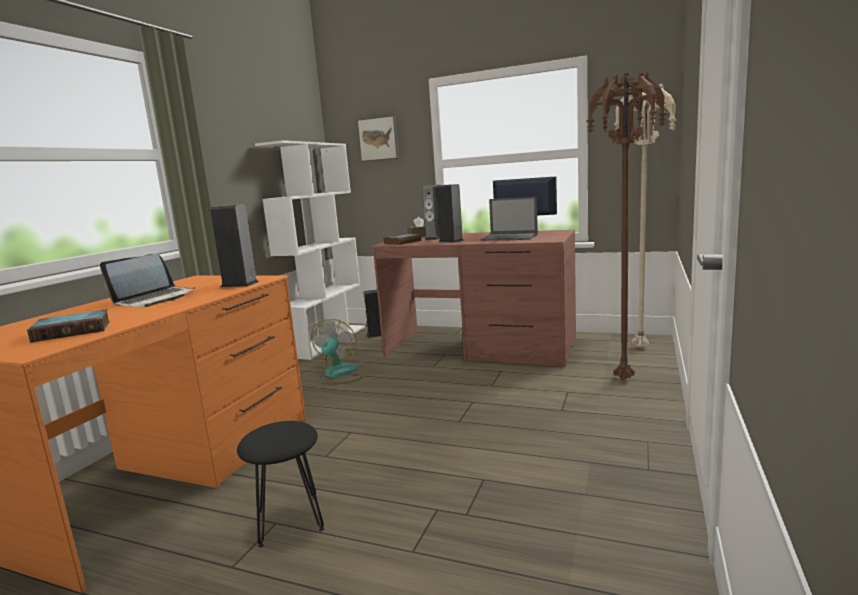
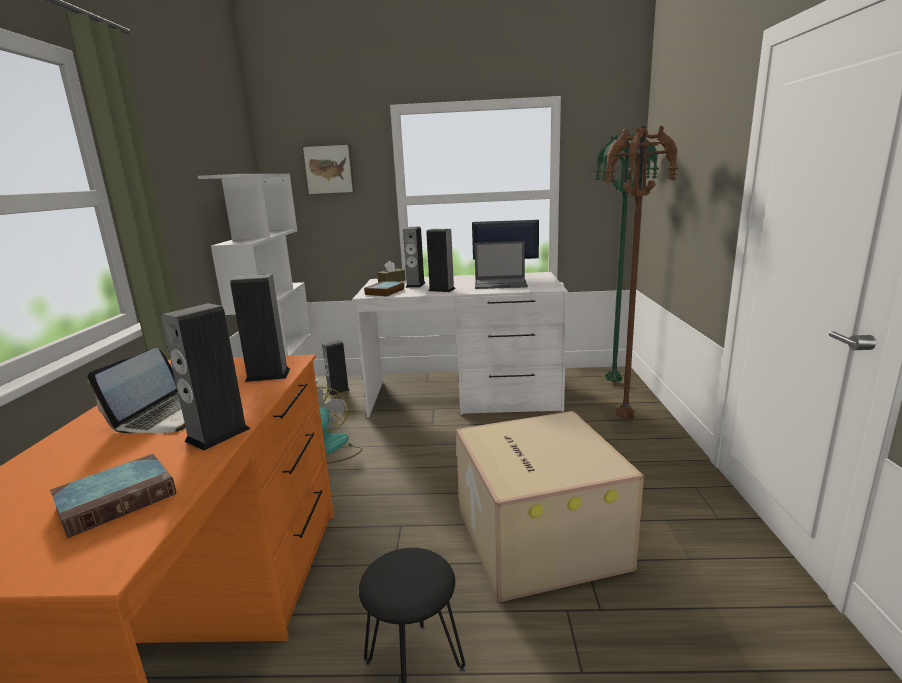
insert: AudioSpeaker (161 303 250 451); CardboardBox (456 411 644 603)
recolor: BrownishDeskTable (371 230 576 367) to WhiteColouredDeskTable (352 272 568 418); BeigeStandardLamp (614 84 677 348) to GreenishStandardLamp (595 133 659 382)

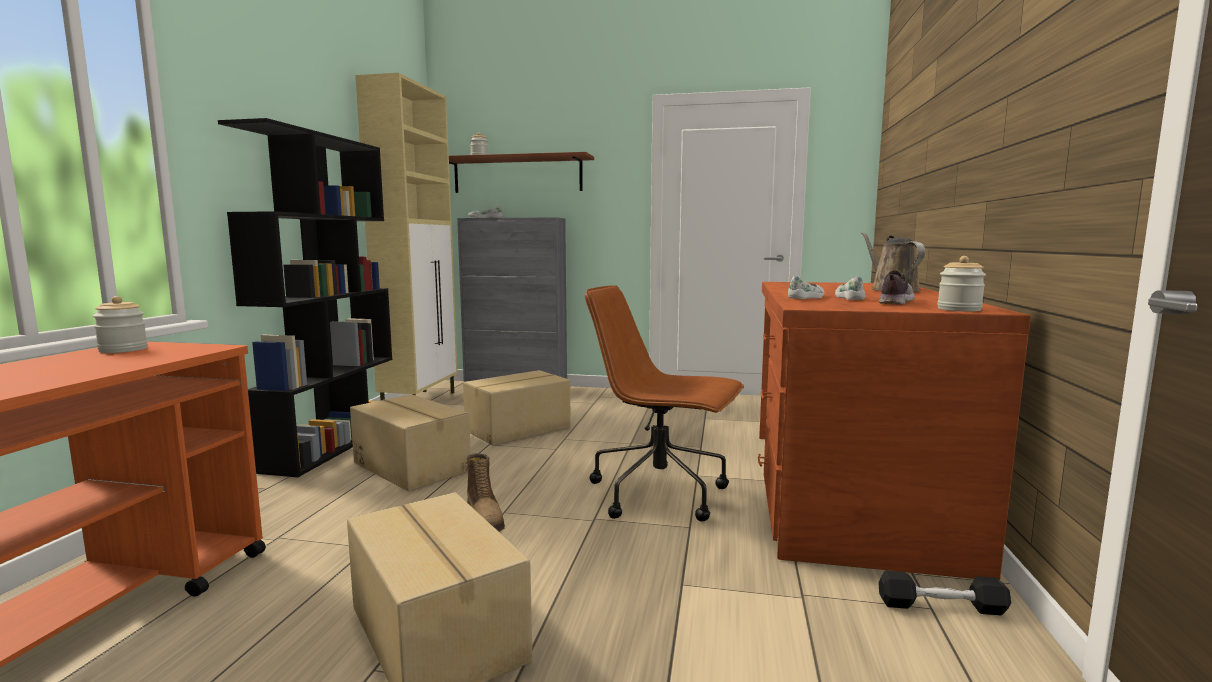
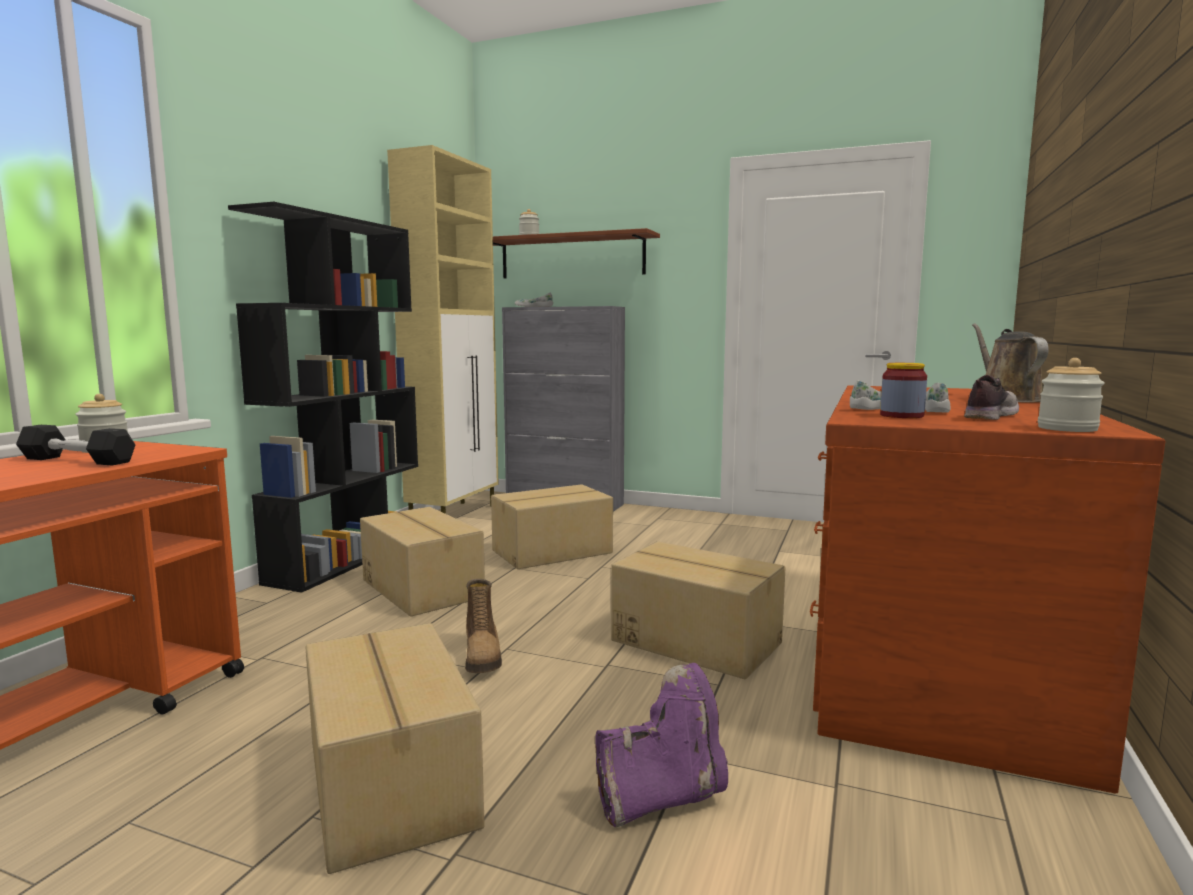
insert: PurplishTallBoot (595 663 728 828); PreserveJar (880 363 927 418)
move: BlackishHandWeight (879 570 1011 615) to (16 425 135 465)
replace: BrownishComputerChair (585 285 744 522) to CardboardBox (611 541 786 679)

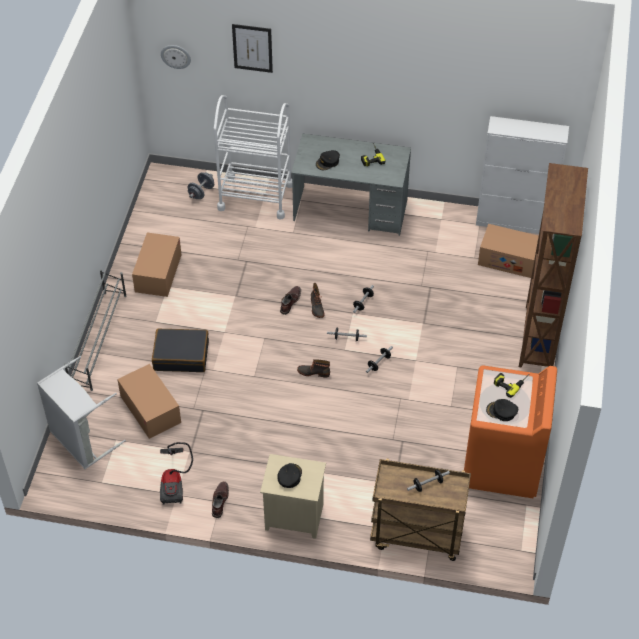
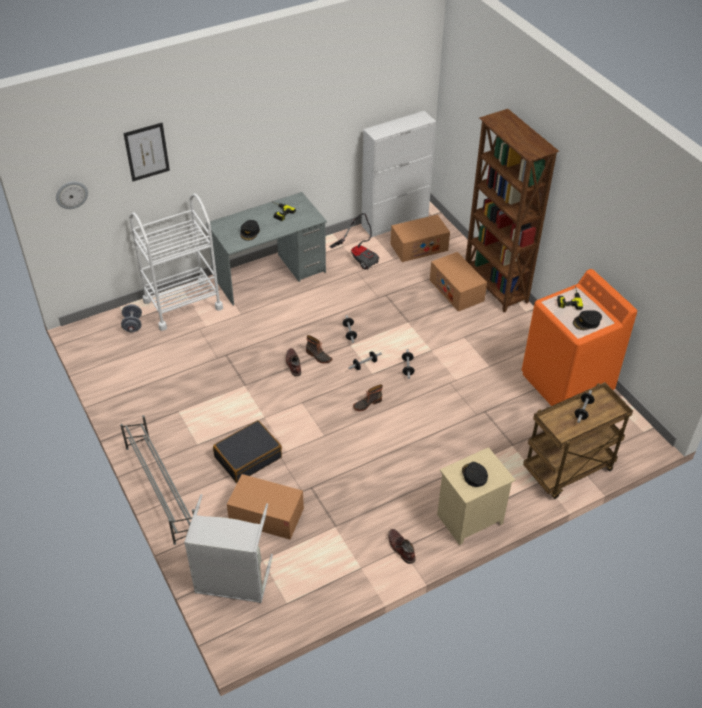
move: CardboardBox (132 232 182 297) to (430 252 487 312); VacuumCleaner (160 442 193 505) to (329 213 379 270)

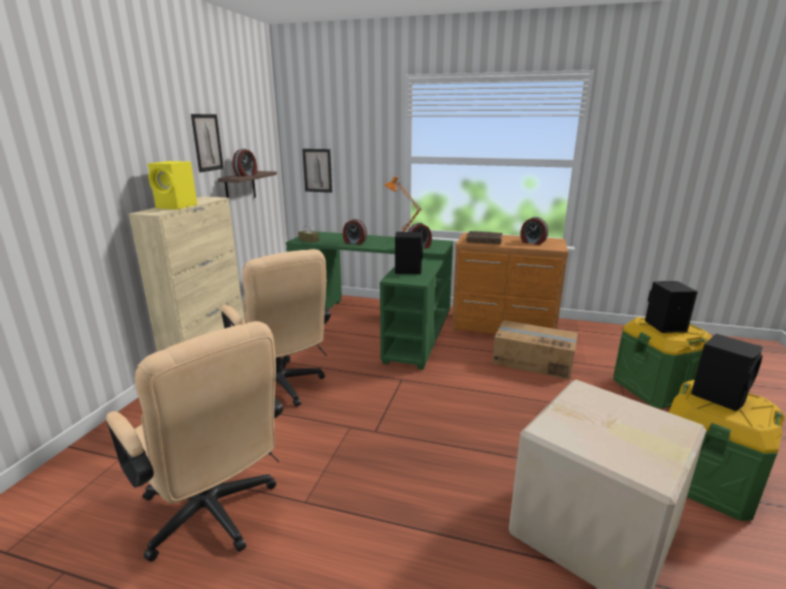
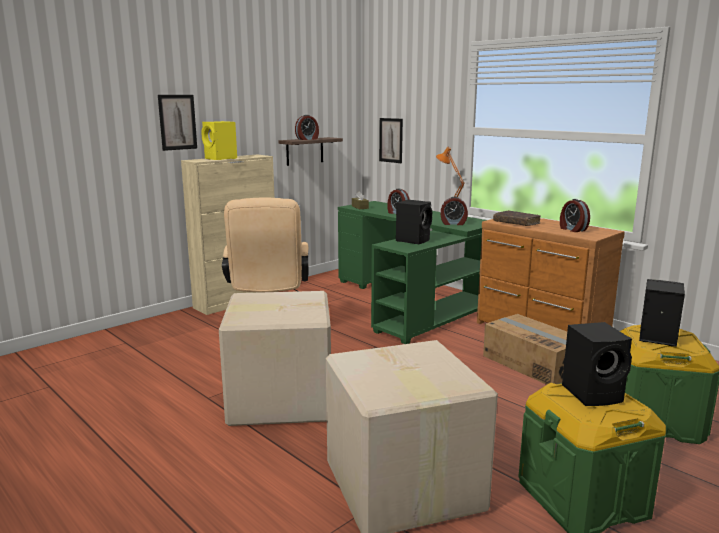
delete: BeigeComputerChair (106 321 283 562)
insert: CardboardBox (219 291 331 426)
move: WallPicture (191 114 224 172) to (158 95 197 151)

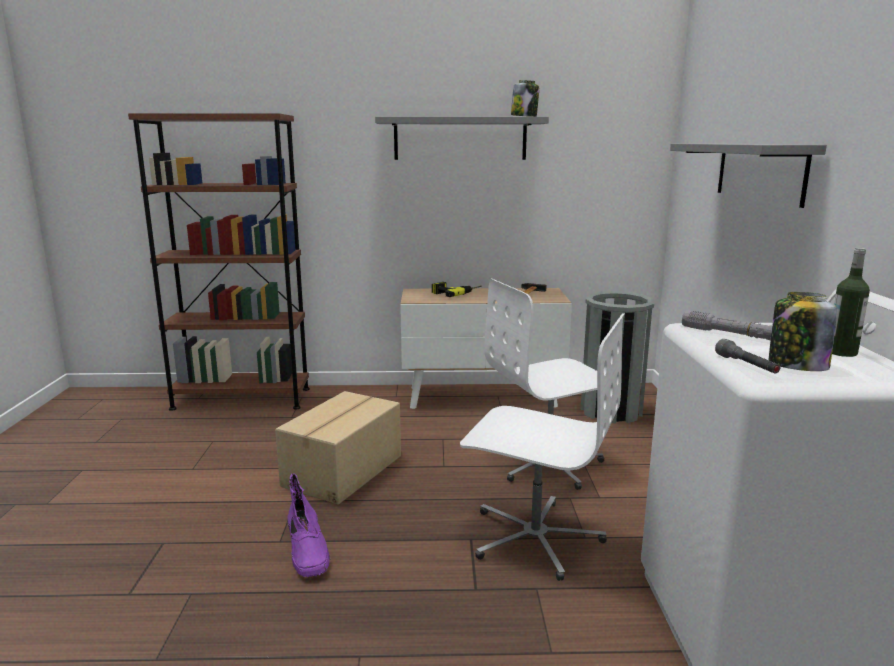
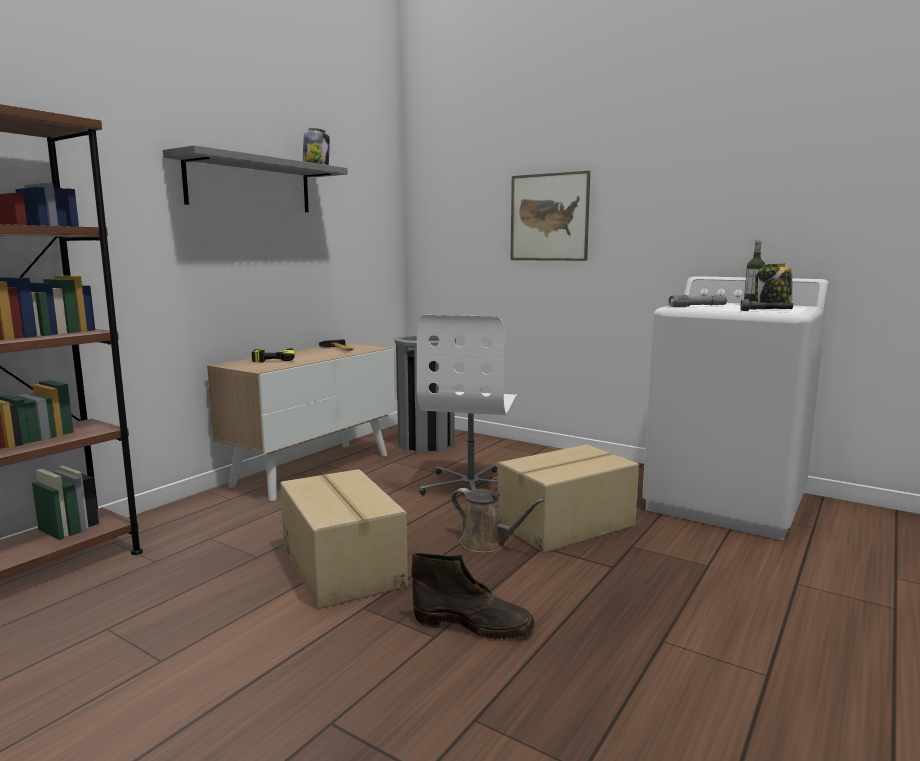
insert: BrownishWateringPot (451 488 545 553)
replace: WhiteColouredComputerChair (460 313 625 581) to CardboardBox (498 444 639 553); GrayBracketShelf (670 144 827 208) to WallPicture (511 171 590 261)
recolor: PurplishTallBoot (287 474 331 577) to BrownishTallBoot (411 553 534 639)

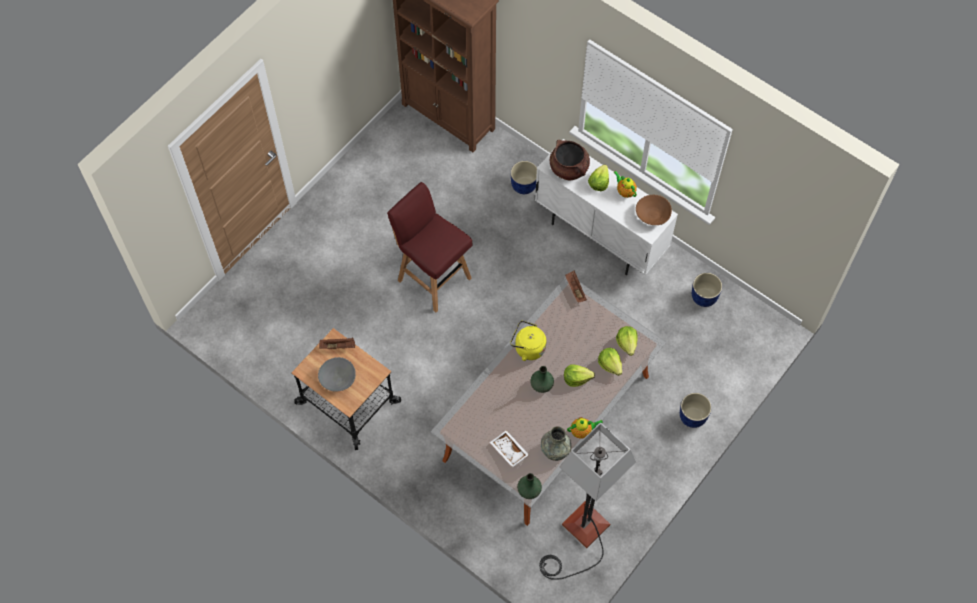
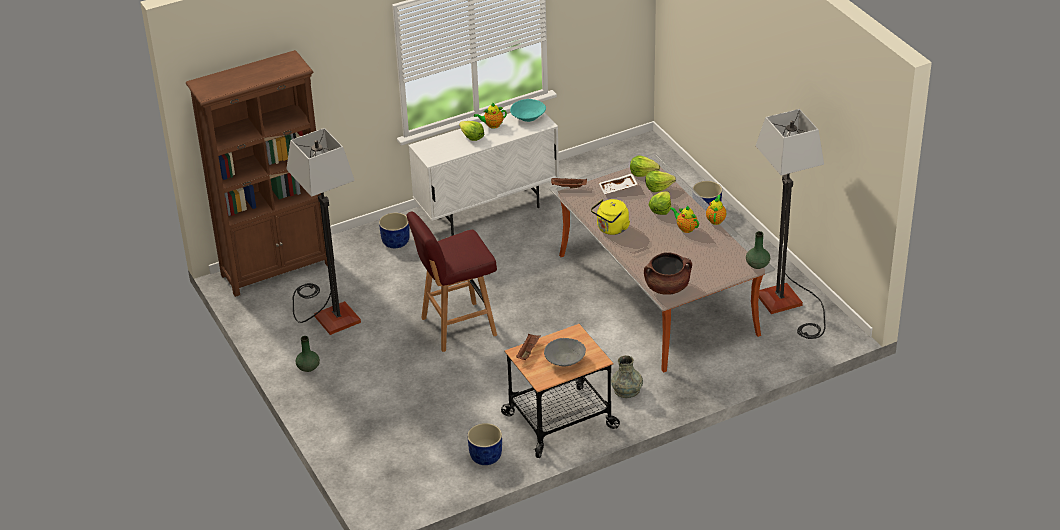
insert: StandardLamp (286 128 361 335); PotForTea (670 205 699 233)
move: WhiteColouredCarryingTray (490 430 529 468) to (599 173 638 194); GreenishVase (530 366 554 393) to (296 336 320 372); GrayVase (541 426 571 461) to (611 355 643 398); BrownishStockpot (550 140 590 180) to (644 252 692 295); BlueColouredPlanter (692 273 722 307) to (467 423 502 465)
recolor: BrownishDeepDish (636 195 672 225) to TurquoiseDeepDish (510 99 546 122)

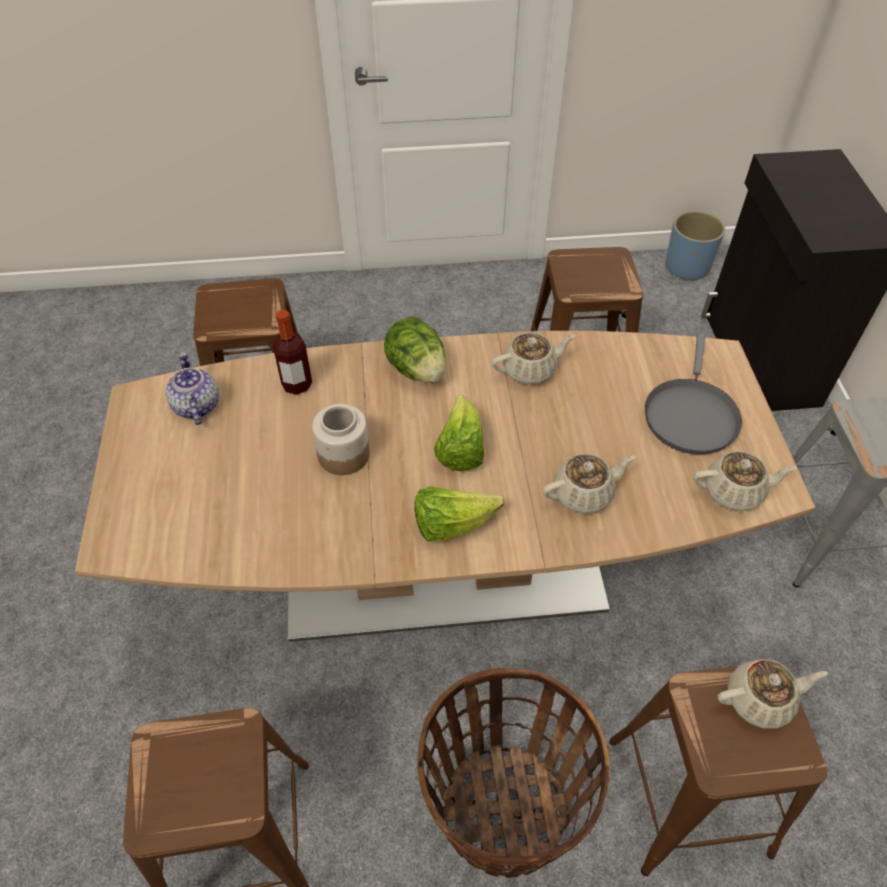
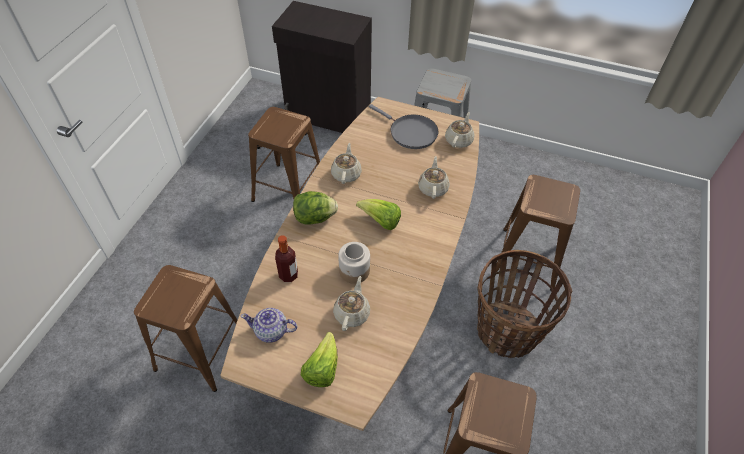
delete: BlueColouredPlanter (665 211 725 281)
move: LettuceHead (414 486 504 542) to (301 332 338 387); BeigePotForTea (718 659 828 729) to (333 276 370 331)

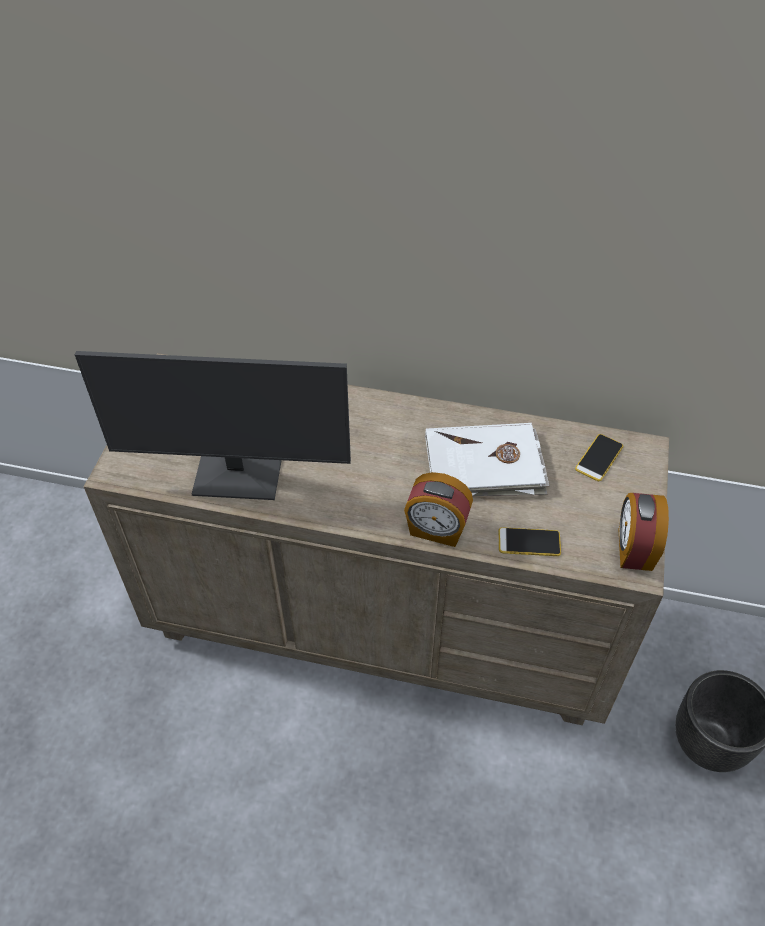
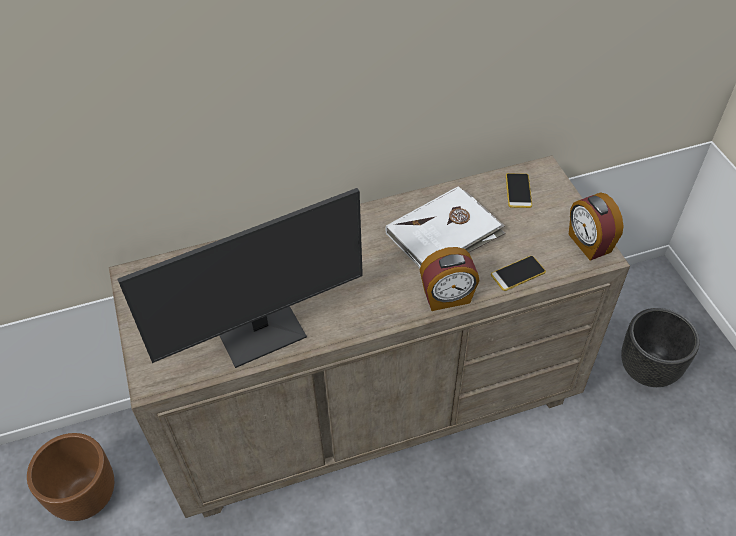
insert: BrownishPlanter (27 433 114 521)

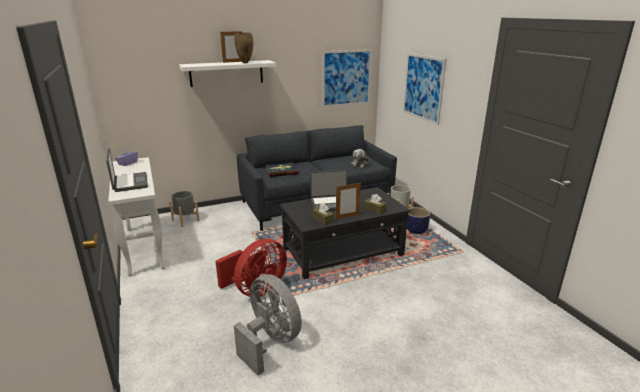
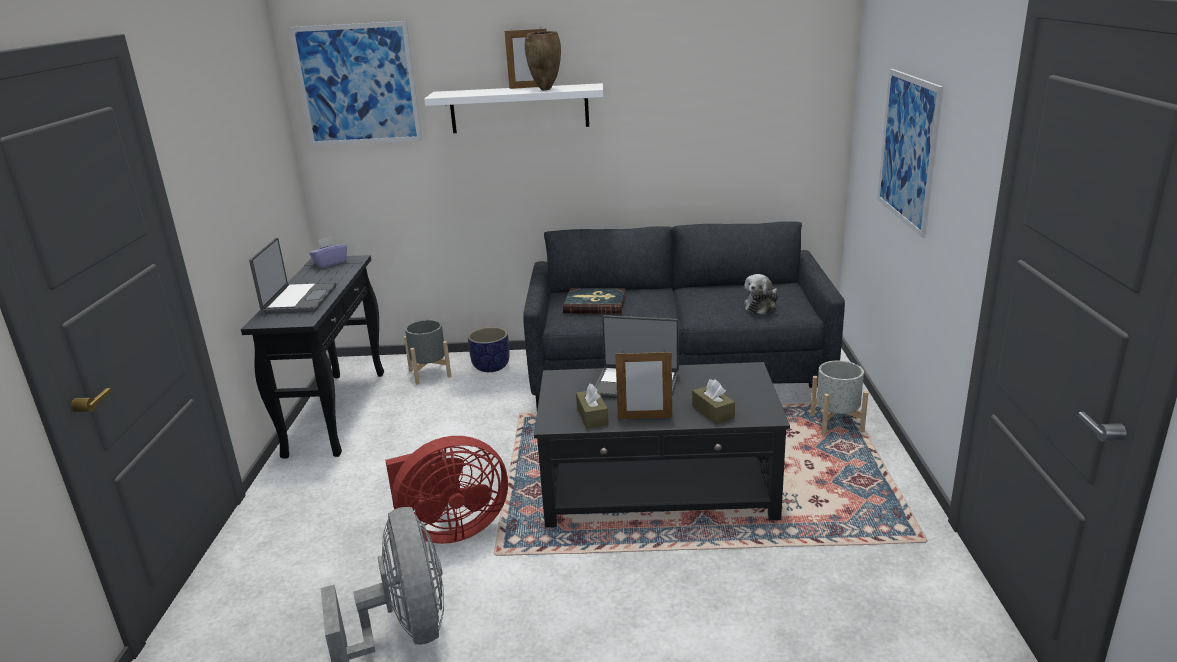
move: WallPicture (322 49 372 108) to (289 21 422 146); Planter (407 207 430 234) to (468 327 510 372)
recolor: WhiteColouredConsoleTable (108 157 165 276) to BlackishConsoleTable (241 255 384 459)

